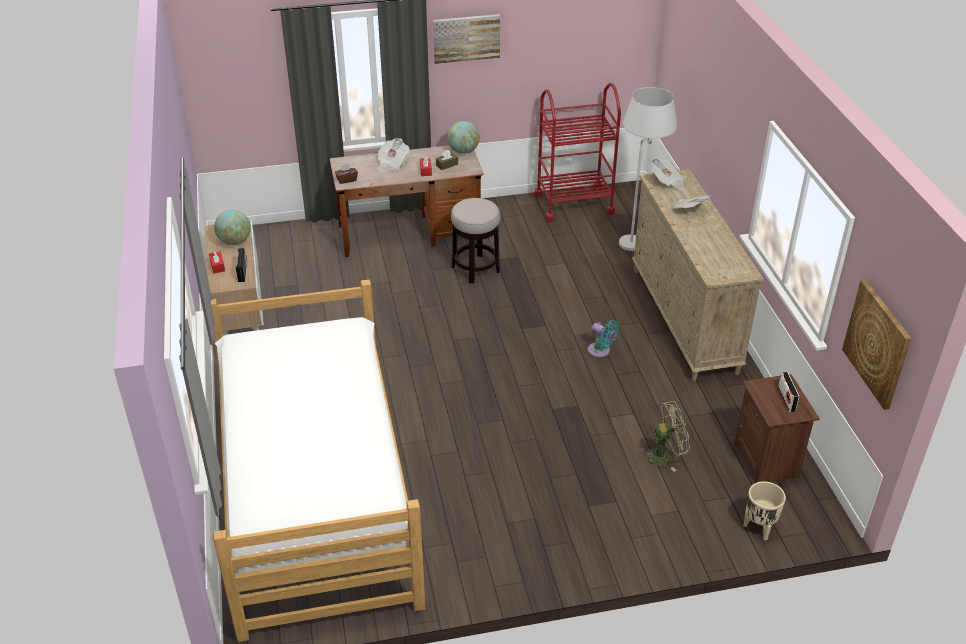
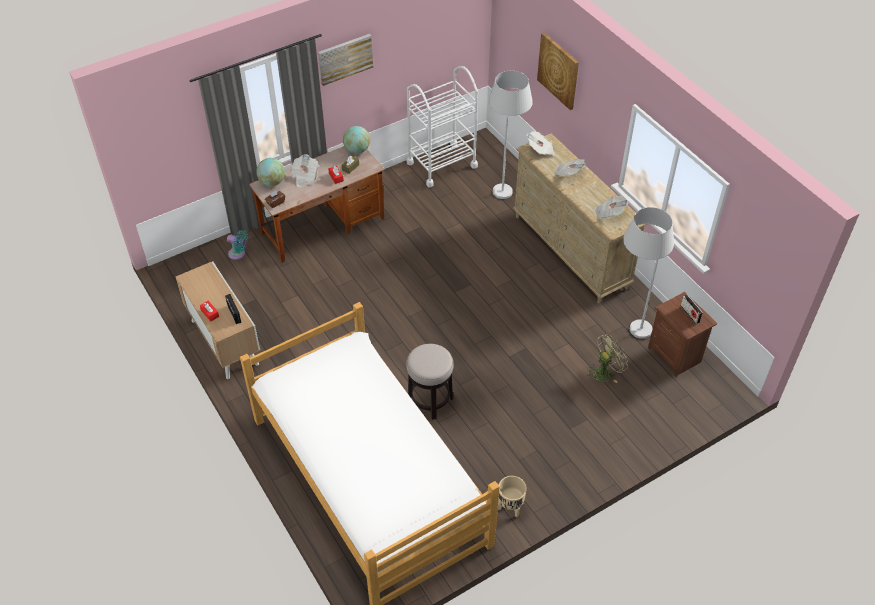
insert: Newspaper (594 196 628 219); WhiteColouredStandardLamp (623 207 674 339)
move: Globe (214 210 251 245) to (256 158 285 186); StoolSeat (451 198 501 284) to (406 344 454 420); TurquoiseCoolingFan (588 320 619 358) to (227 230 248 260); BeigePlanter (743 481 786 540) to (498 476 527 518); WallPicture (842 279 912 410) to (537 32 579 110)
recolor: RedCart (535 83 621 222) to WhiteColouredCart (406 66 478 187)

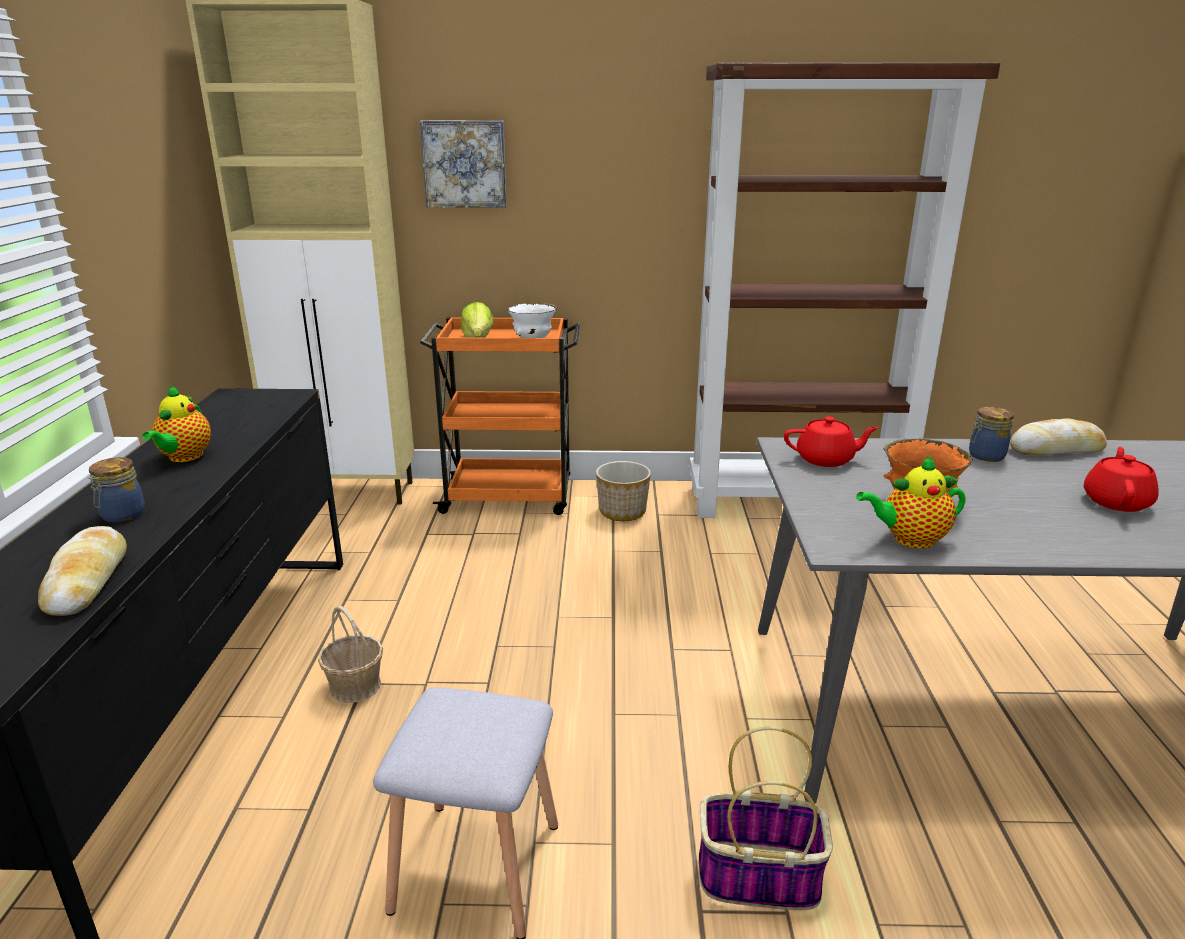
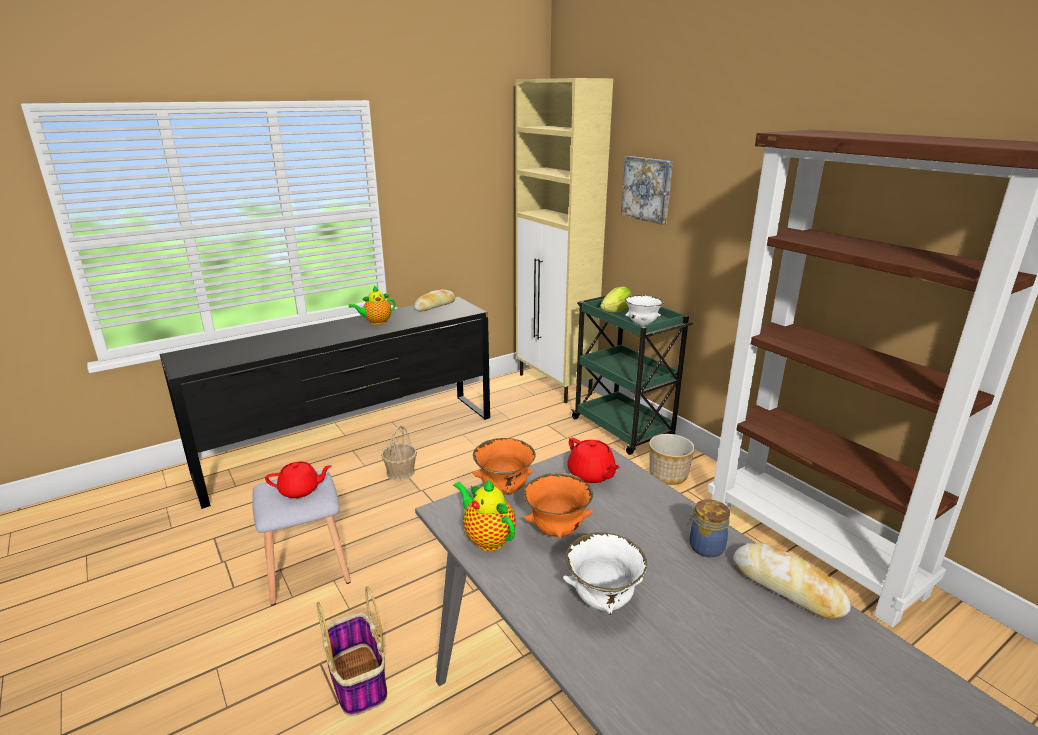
delete: PreserveJar (89 457 145 523)
insert: OrangeColouredDeepDish (472 438 536 495); WhiteColouredDeepDish (563 532 647 615)
move: BakedBread (38 526 127 616) to (414 290 455 312); RedPotForTea (1084 447 1158 512) to (265 462 331 498)
recolor: OrangeColouredCart (420 317 580 515) to GreenishCart (571 296 693 455)

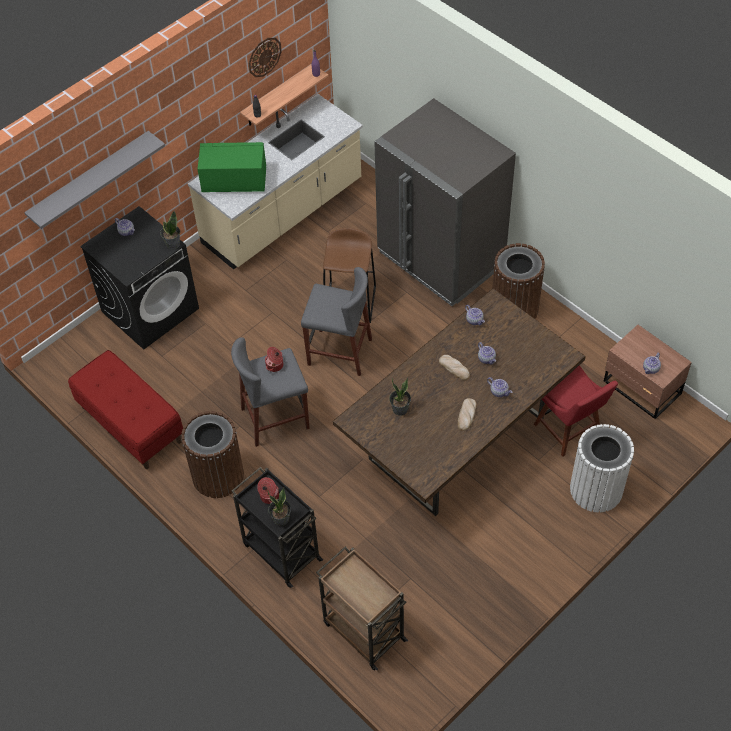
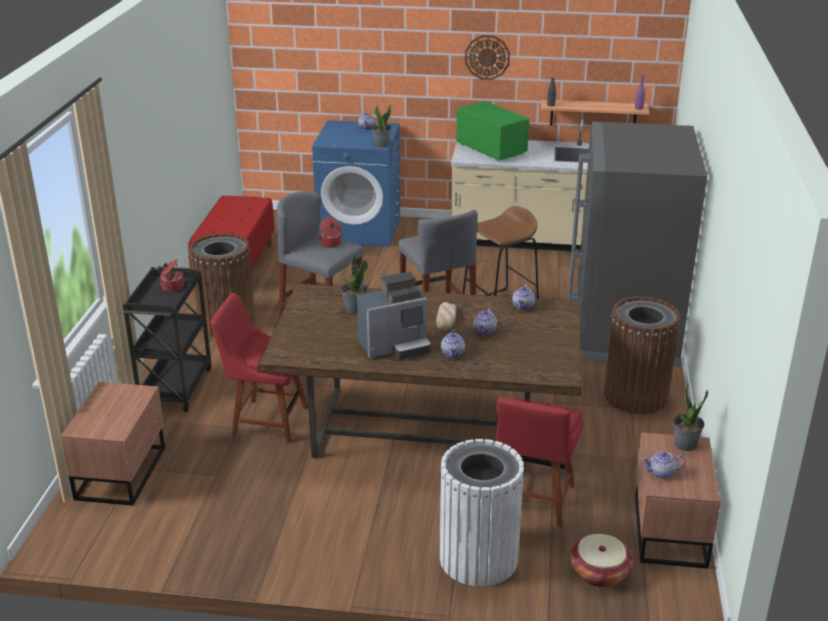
delete: GrayBracketShelf (24 131 165 229)
insert: RedChair (210 293 308 443); StorageBasket (570 534 633 587)
move: WallClock (248 38 282 77) to (465 35 510 80); PlantInAPot (268 487 291 526) to (673 383 708 451)
replace: BrownishCart (316 546 408 671) to BrownishBedsideTable (61 382 165 506); BakedBread (458 398 477 431) to CoffeeMachine (357 272 431 359)
recolor: BlackishWashingMachine (80 206 199 349) to BlueColouredWashingMachine (312 120 400 247)

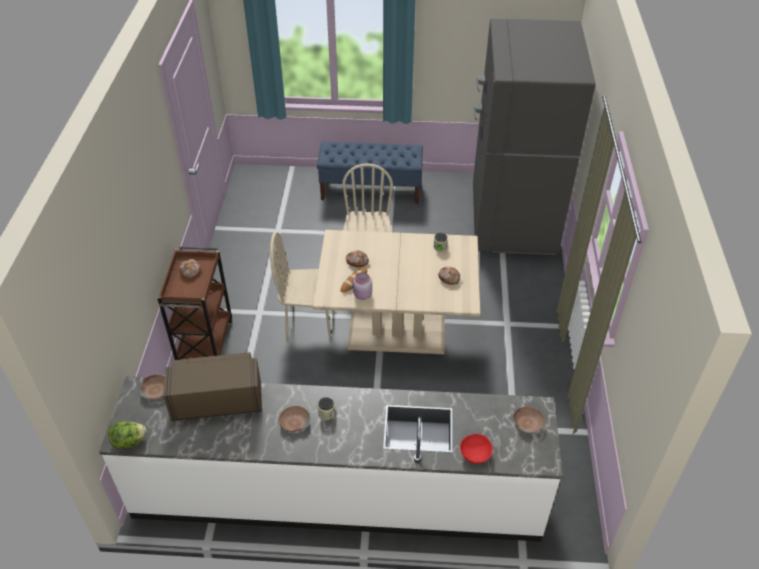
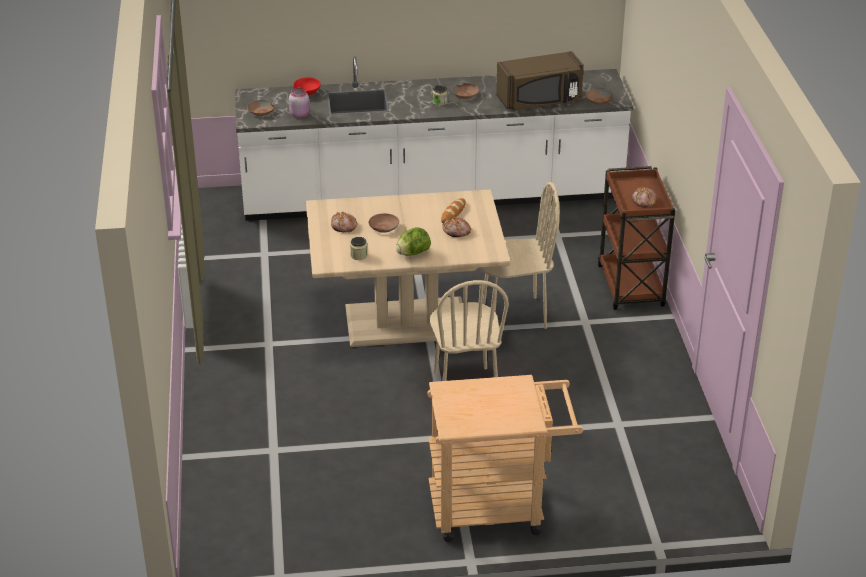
delete: GrayRefrigerator (473 19 595 255)
insert: BrownishDeepDish (368 213 399 233)
move: LettuceHead (108 421 147 449) to (396 227 431 256); PinkColouredPreserveJar (353 272 372 300) to (289 88 310 118)
replace: BlueColouredBench (317 142 423 204) to BeigeCart (427 375 583 542)

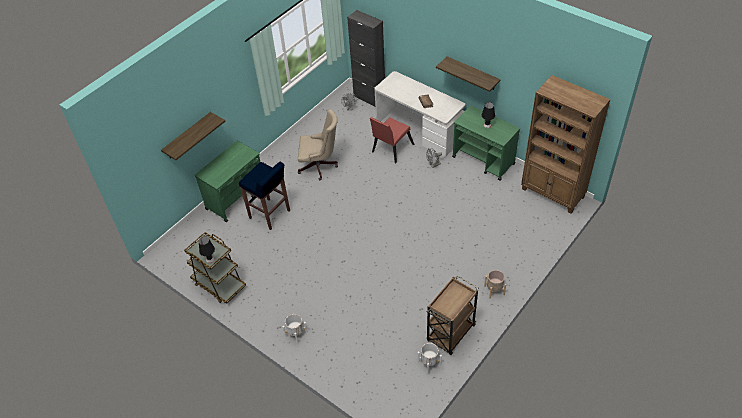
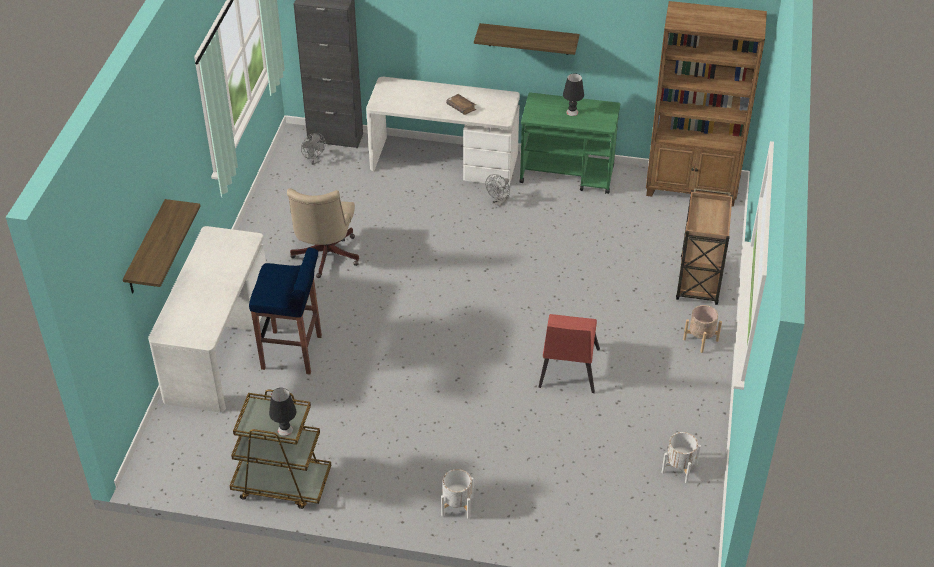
move: RedChair (370 117 414 163) to (538 314 600 393); BrownishCart (427 275 478 355) to (676 188 733 305)
replace: GreenishCart (195 141 260 222) to WhiteColouredDeskTable (148 226 266 413)
rotate: BeigeComputerChair (298 109 338 181) = (287 188 359 278) 120 degrees clockwise

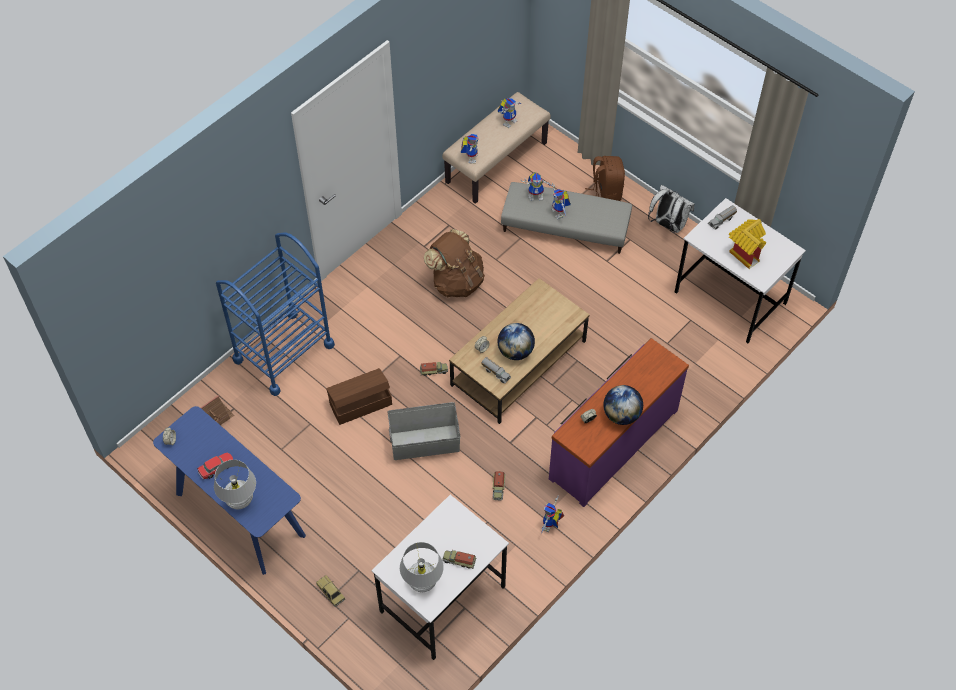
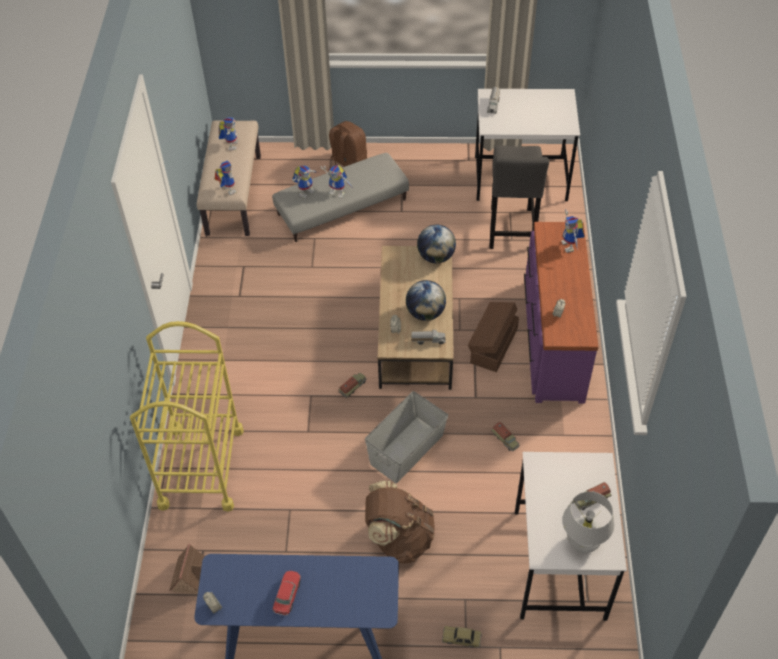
delete: WhiteColouredTableLamp (214 460 256 509); WhiteColouredBackpack (648 185 695 233); ModelHouse (729 219 766 269)
insert: GrayStoolSeat (489 145 549 249)
move: BrownishStorageBin (326 368 392 425) to (468 302 519 372); BrownishBackpack (424 229 485 297) to (365 481 435 563); ToyRobot (541 496 564 534) to (561 209 585 253); Globe (603 385 643 425) to (417 224 456 263)
recolor: BlueColouredCart (216 233 335 396) to YellowColouredCart (130 321 244 512)

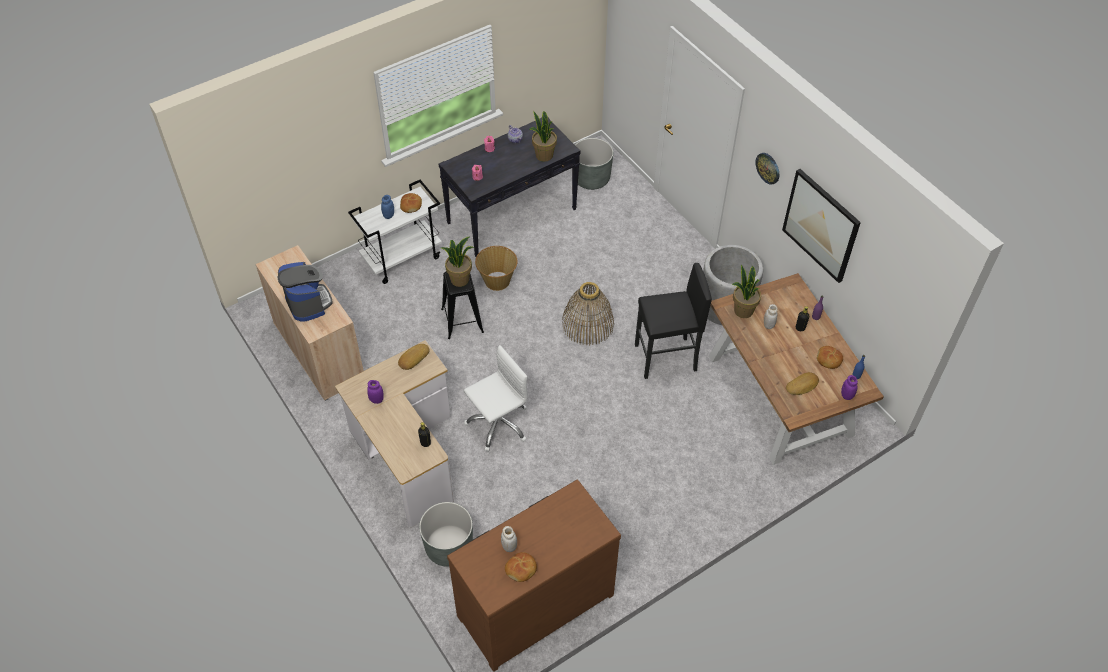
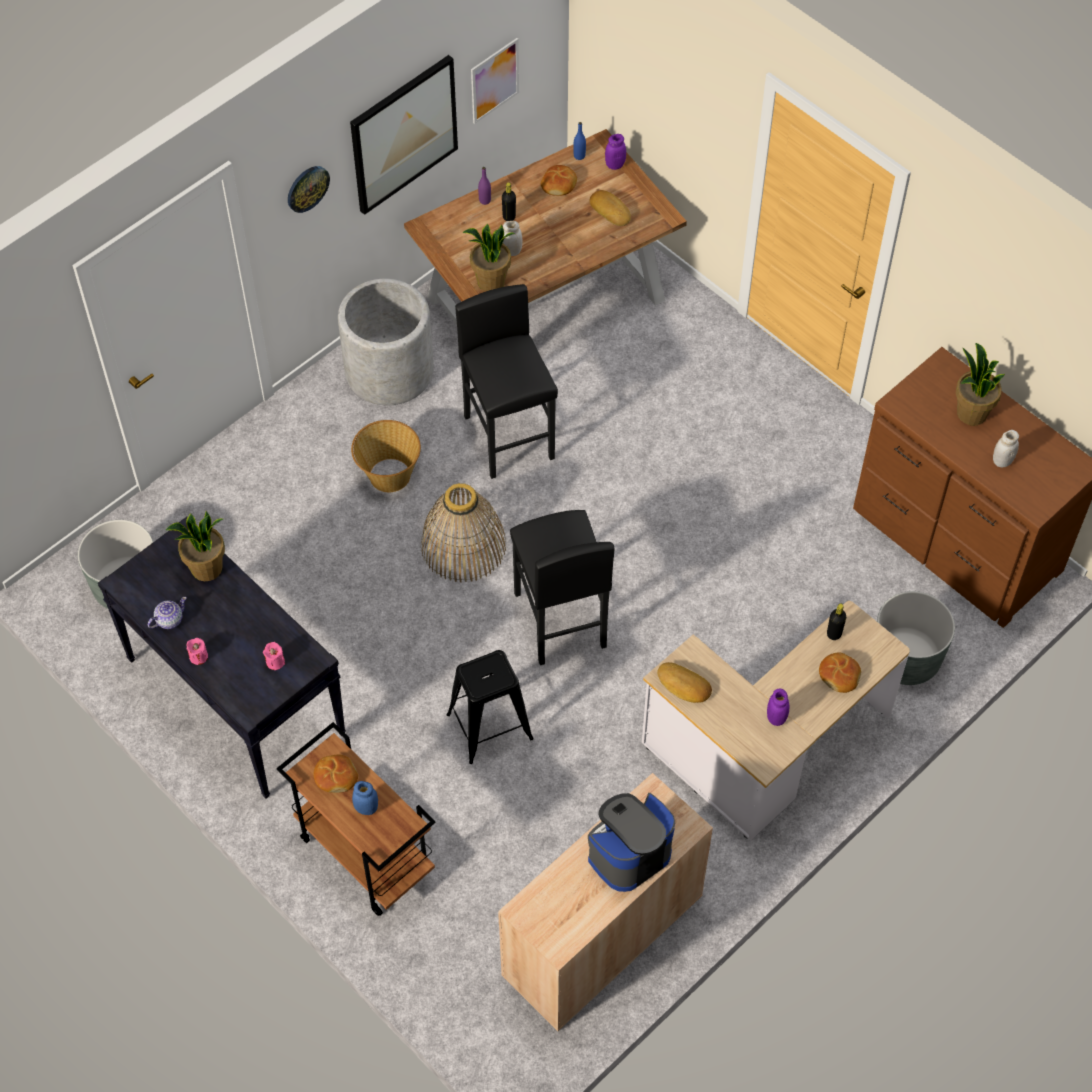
delete: WhiteColouredComputerChair (464 345 527 451)
insert: WallPicture (471 38 519 124); BlackishStoolSeat (510 510 614 665)
move: PlantInAPot (441 237 474 287) to (956 343 1005 426); StorageBasket (475 246 518 291) to (351 420 421 492); BakedBread (505 552 537 582) to (819 653 861 693)
recolor: WhiteColouredCart (348 180 442 284) to BrownishCart (277 722 436 916)

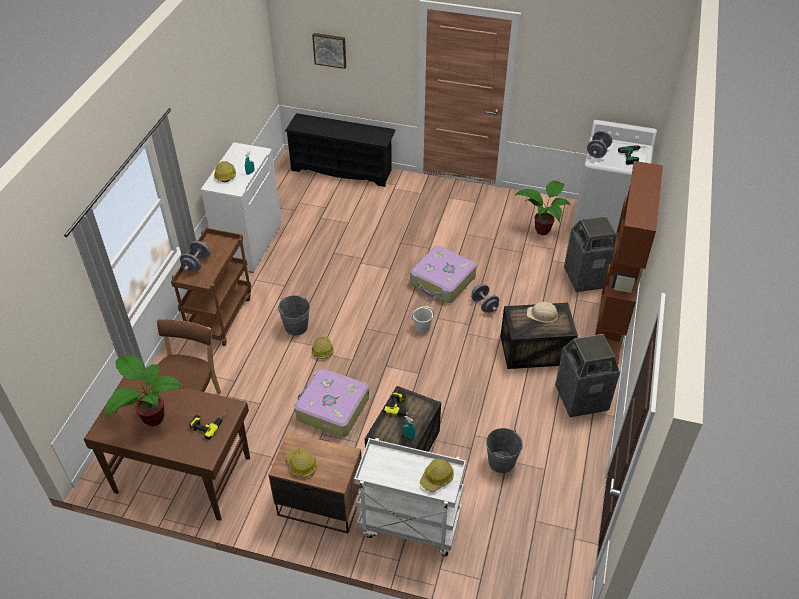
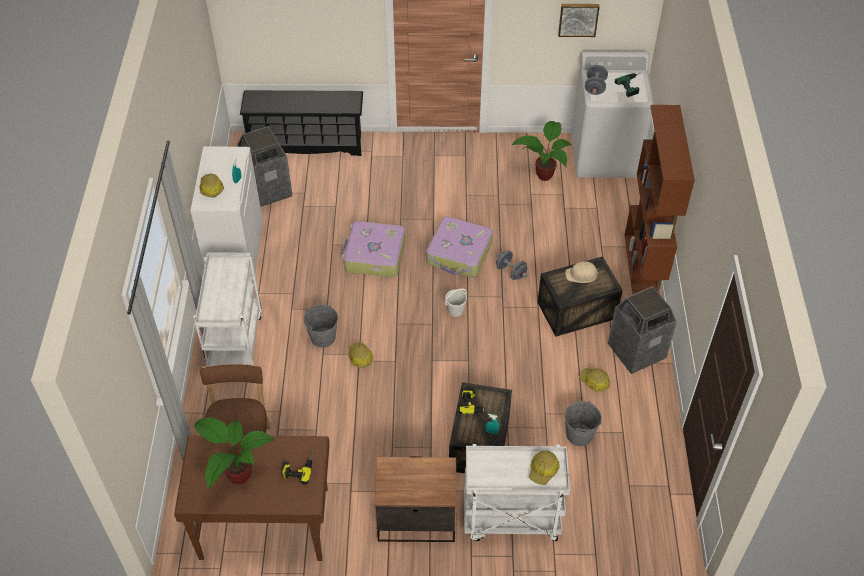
delete: GrayHandWeight (180 241 210 272)
move: WorkHelmet (286 447 318 477) to (579 368 610 392); PieceOfLuggage (294 368 369 437) to (341 221 405 277); WallPicture (312 33 346 69) to (558 4 600 37); TrashCan (564 216 616 292) to (237 126 293 207)
recolor: BrownishCart (171 228 251 346) to WhiteColouredCart (193 252 262 367)

